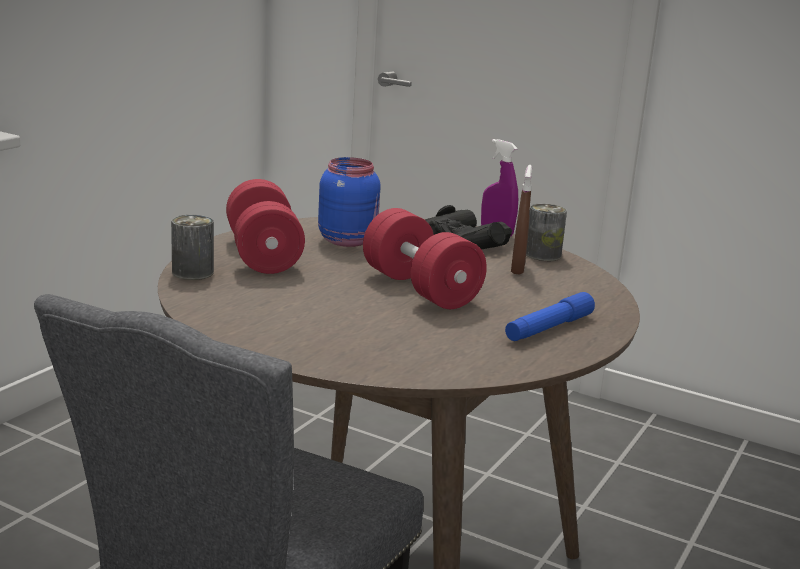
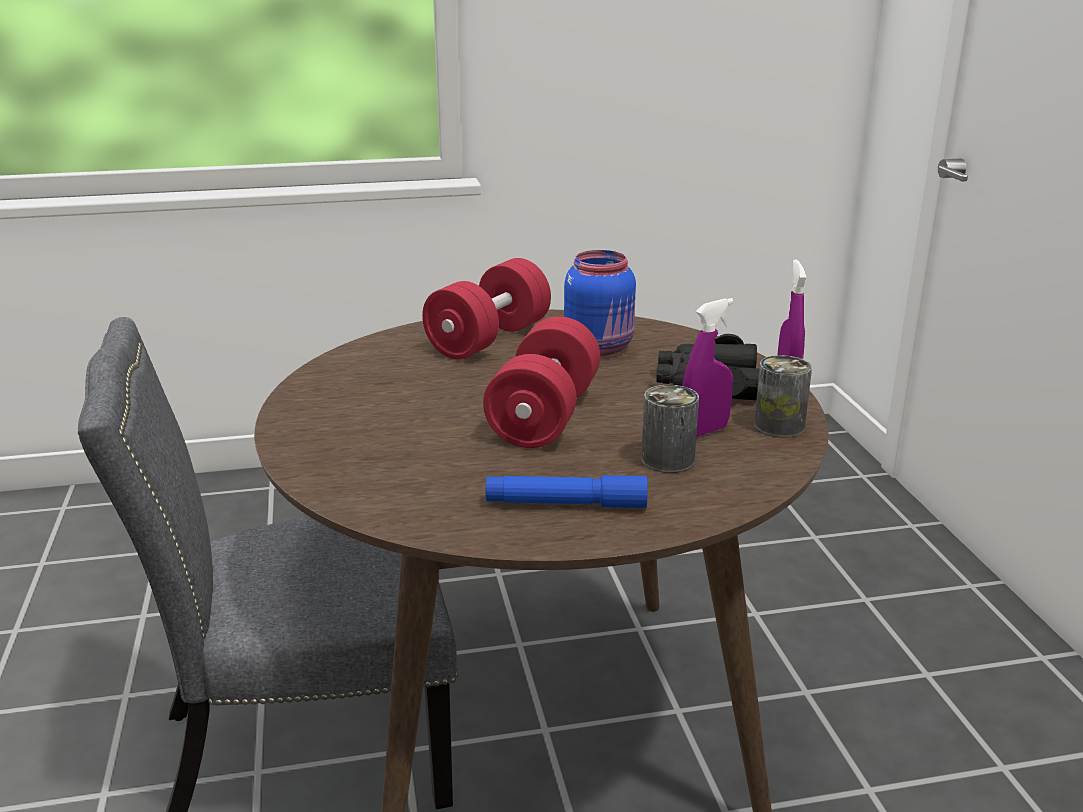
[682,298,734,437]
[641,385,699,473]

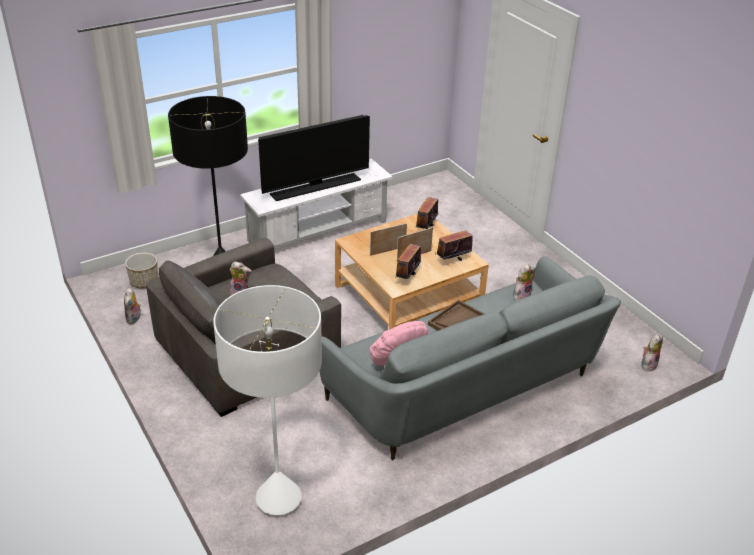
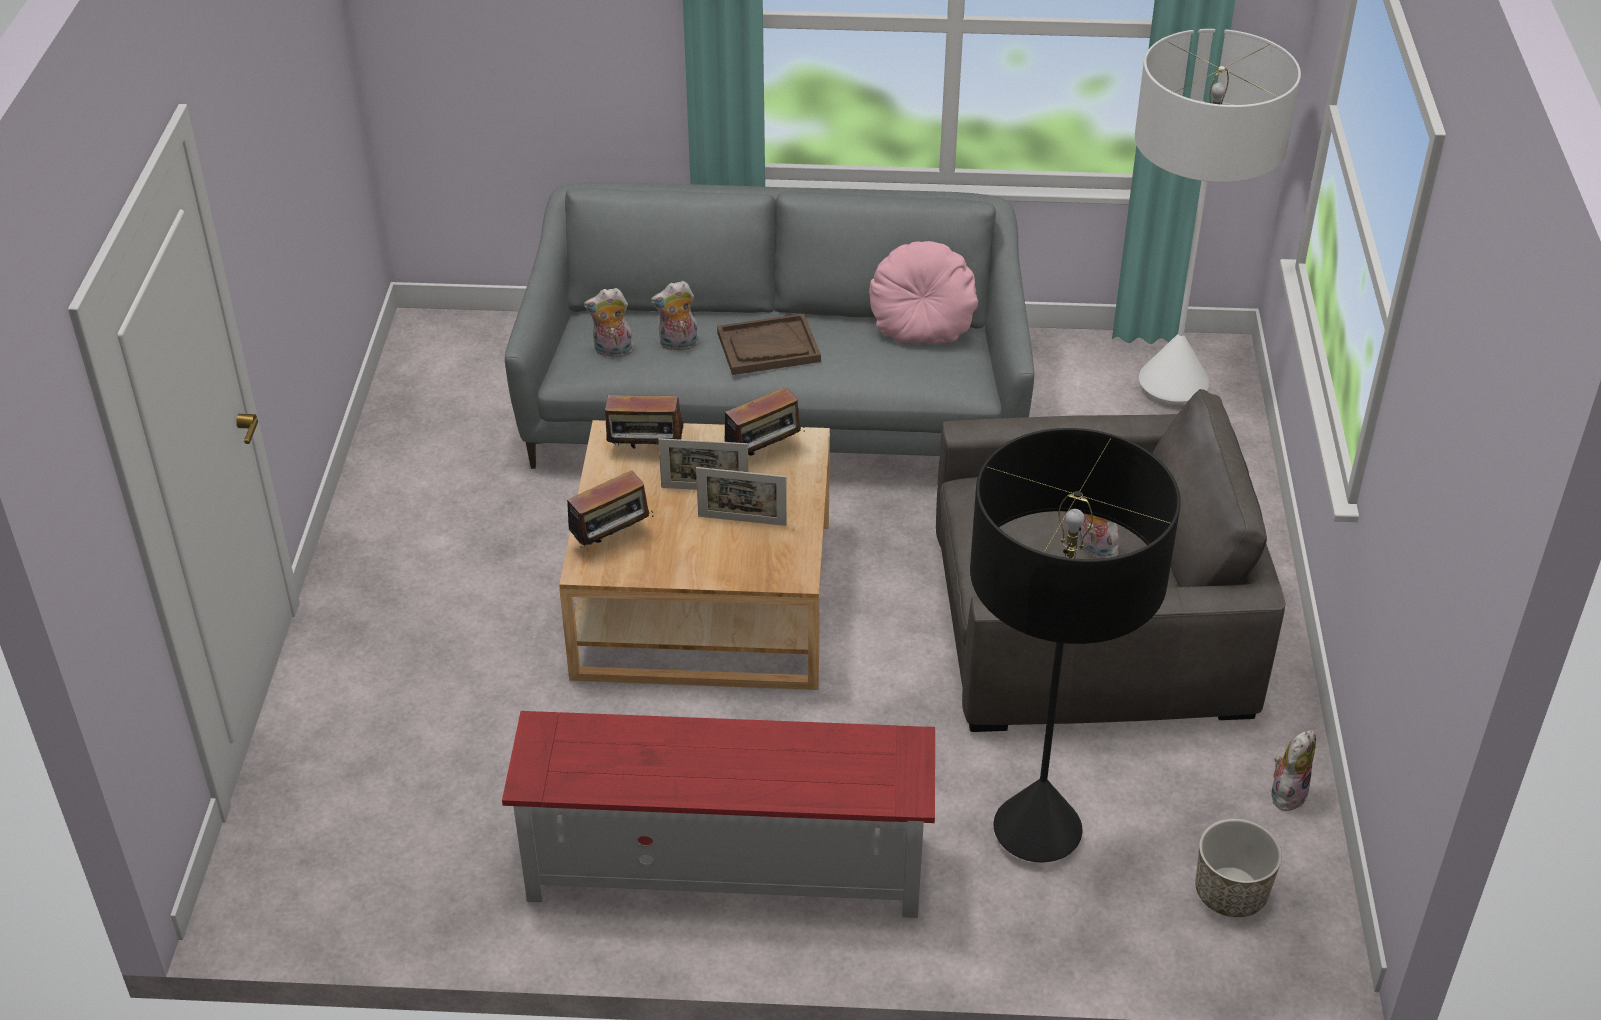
[258,115,370,201] (first image)
[502,711,935,918]
[651,281,698,351]

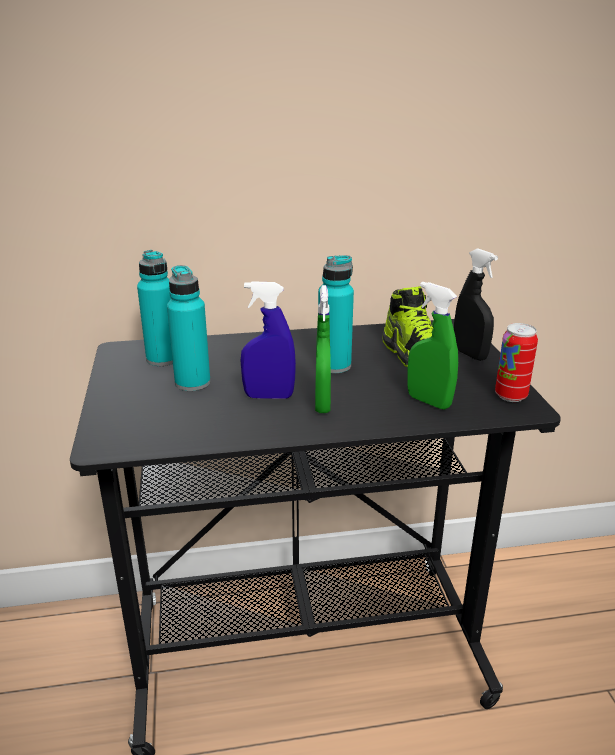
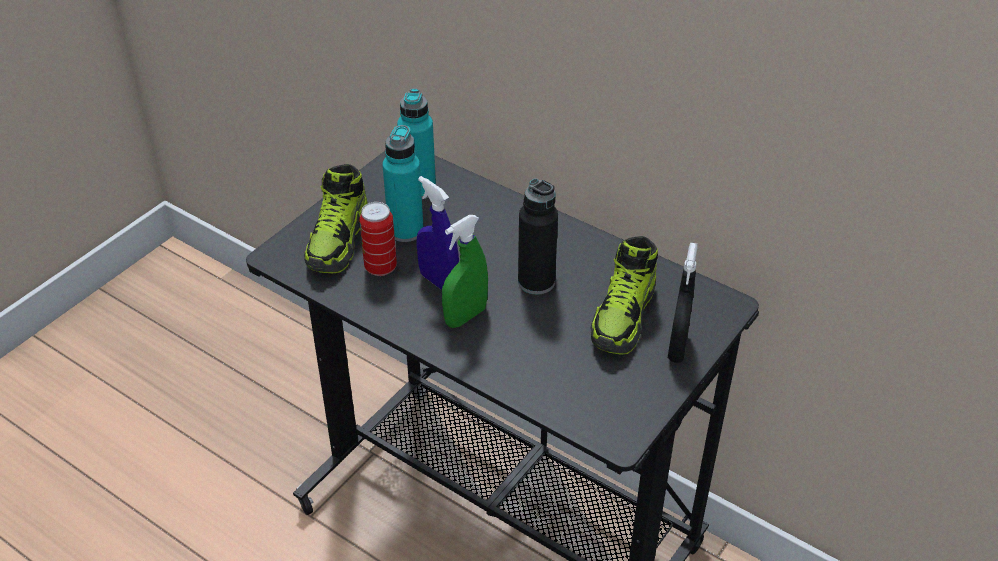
[518,178,558,295]
[408,282,458,410] (first image)
[359,202,397,276]
[304,164,368,273]

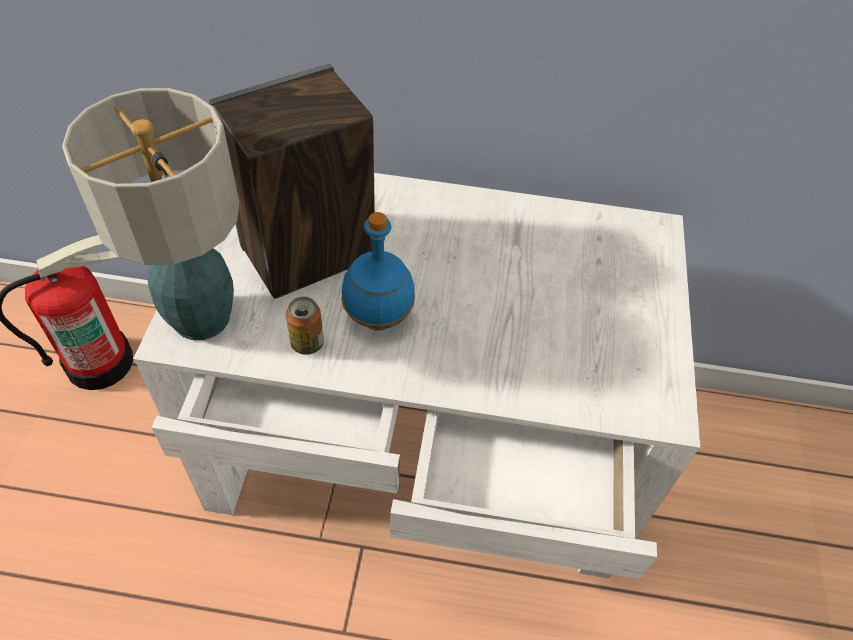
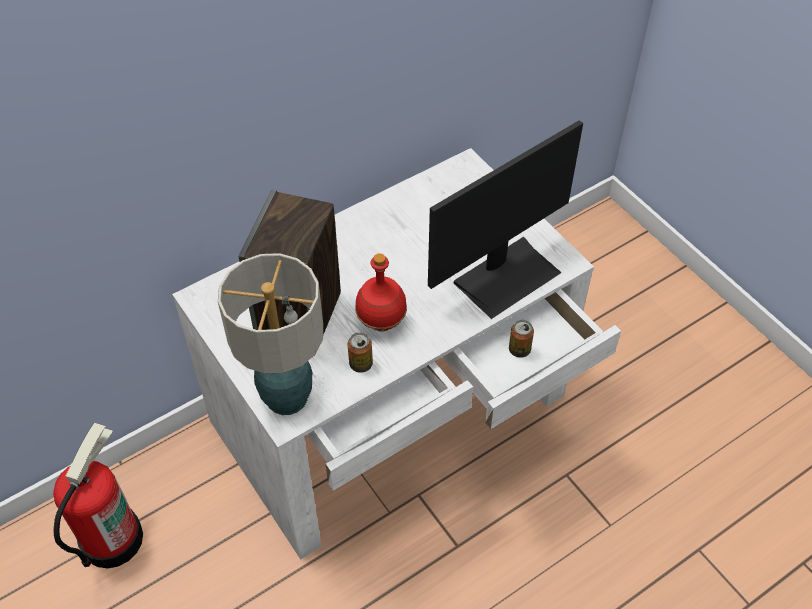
[355,253,407,332]
[428,120,583,319]
[509,320,534,358]

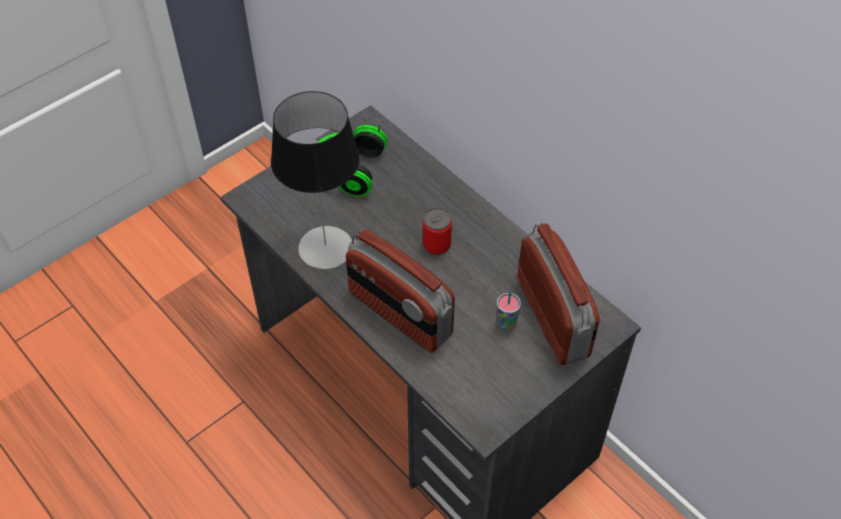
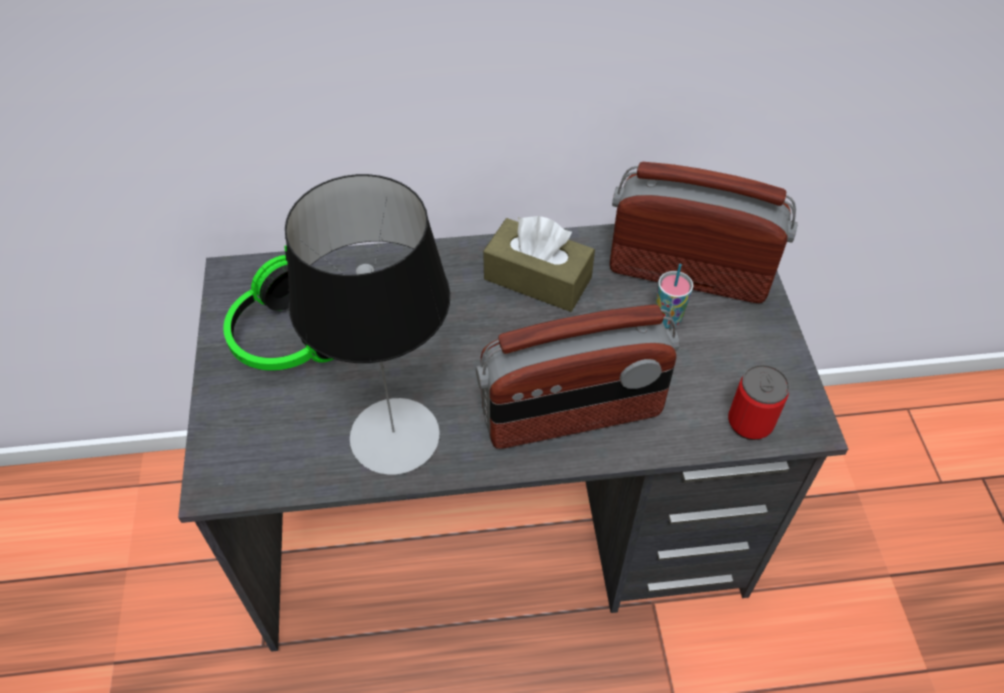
[728,365,789,440]
[483,216,595,312]

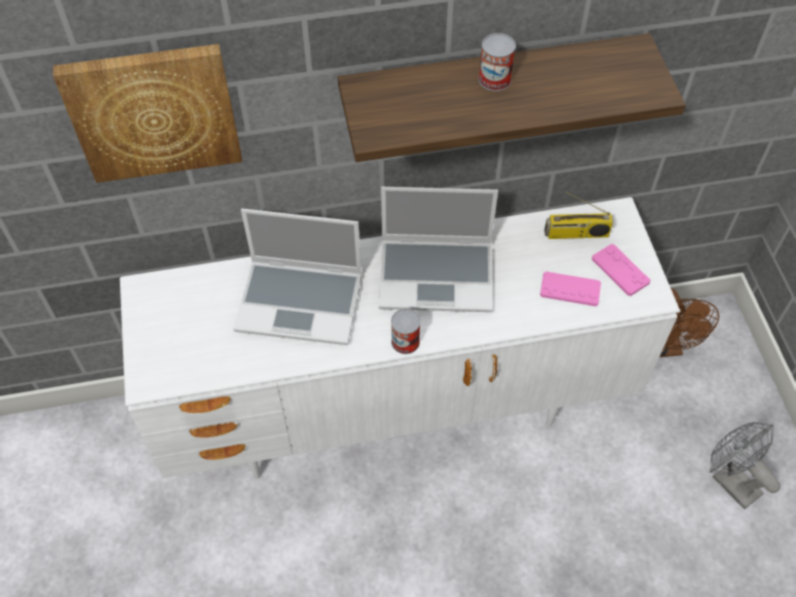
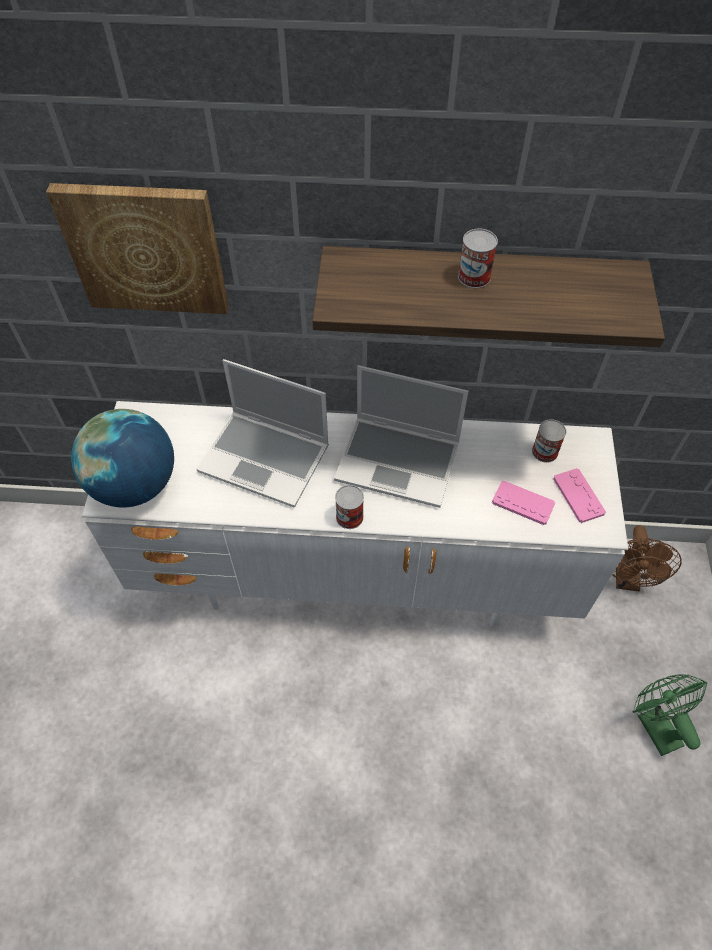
[532,419,566,463]
[633,674,707,756]
[71,409,174,507]

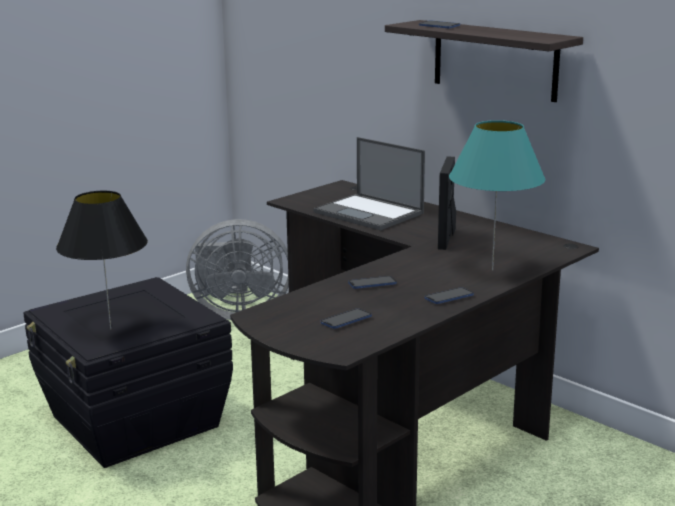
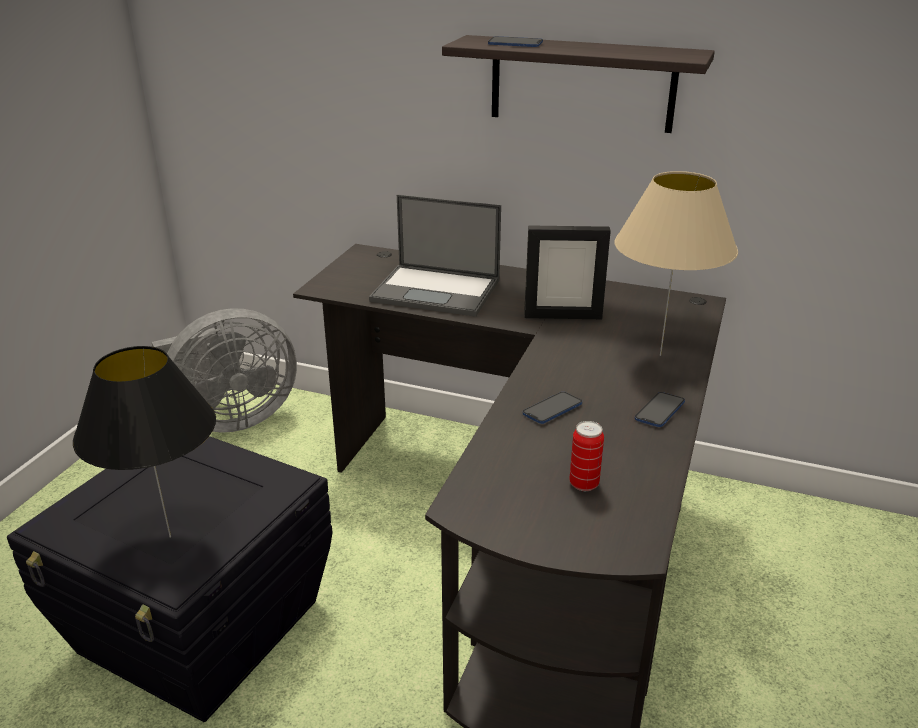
[615,171,738,356]
[524,225,611,319]
[569,421,604,491]

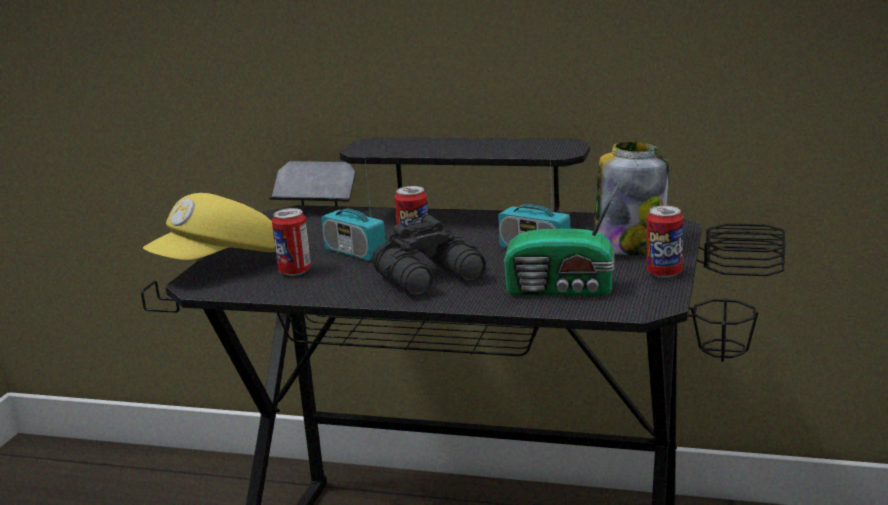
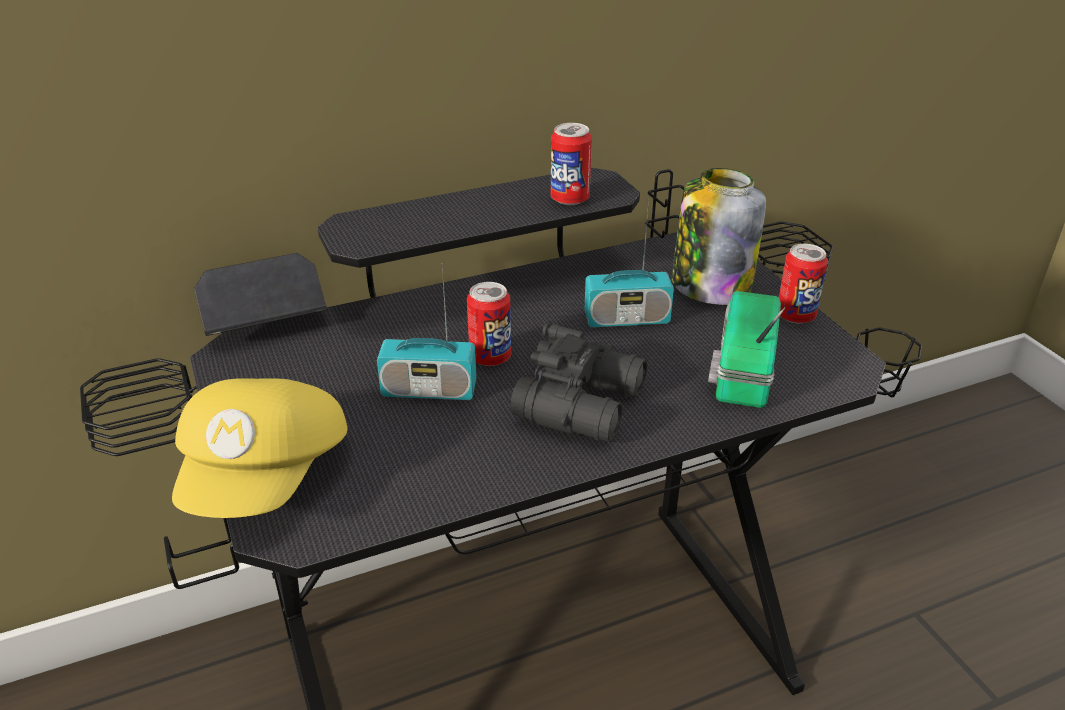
[708,291,786,408]
[551,123,592,205]

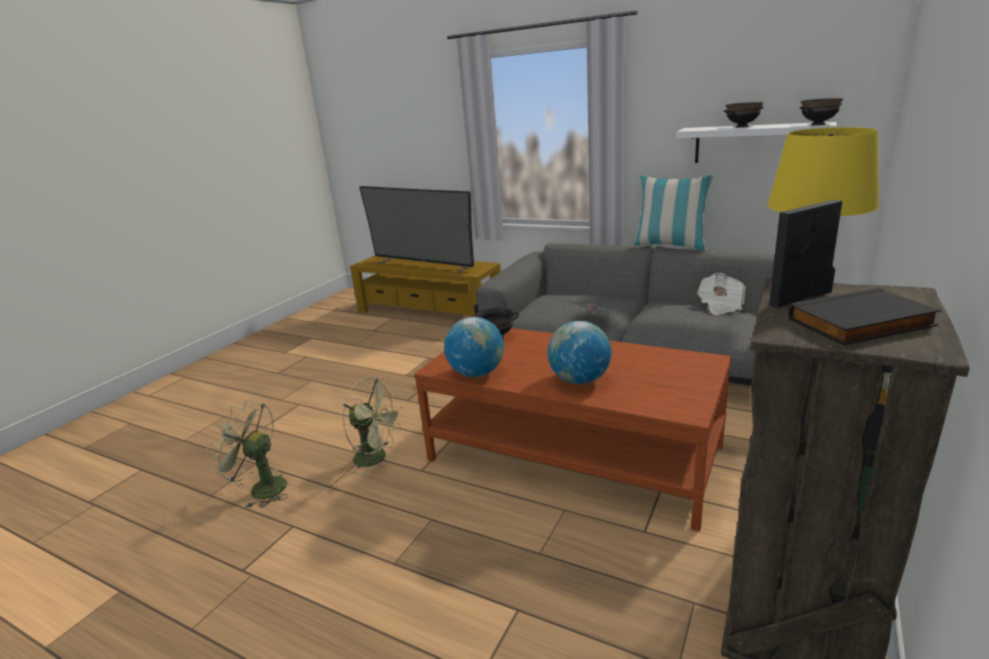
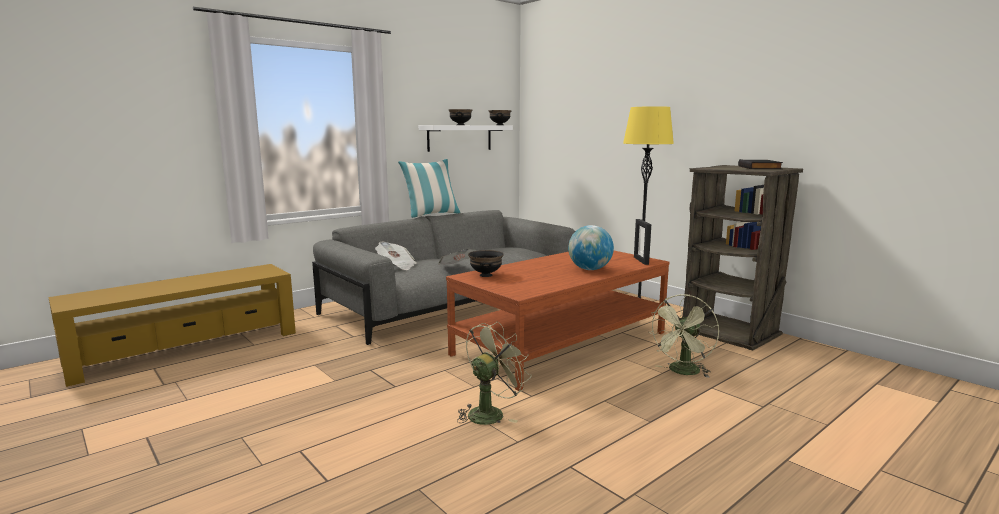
[359,186,474,274] (first image)
[634,219,651,265]
[375,242,417,270]
[444,317,504,377] (first image)
[649,294,719,377]

